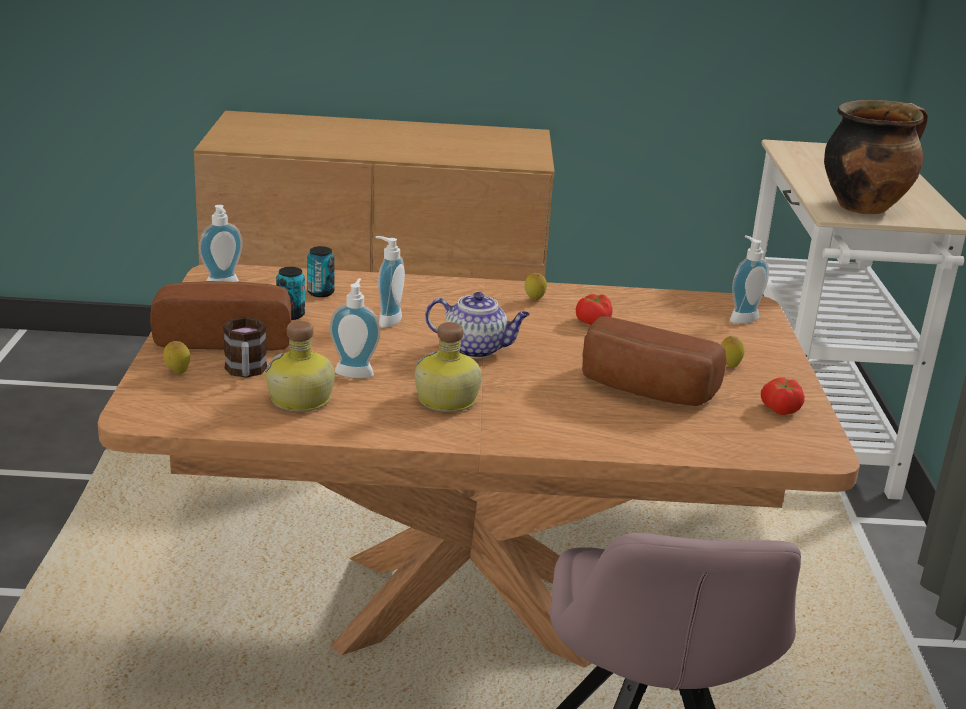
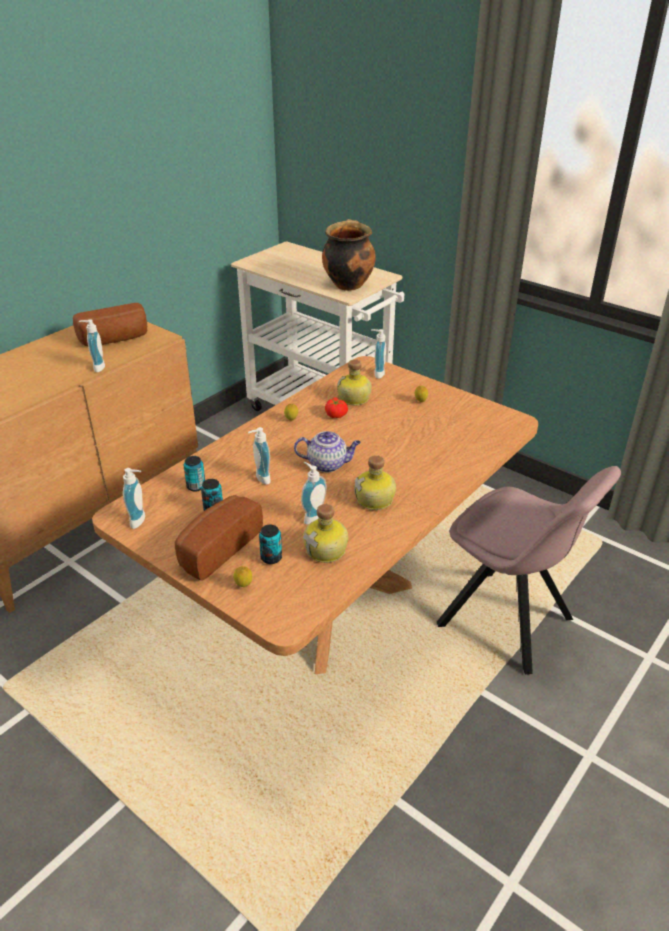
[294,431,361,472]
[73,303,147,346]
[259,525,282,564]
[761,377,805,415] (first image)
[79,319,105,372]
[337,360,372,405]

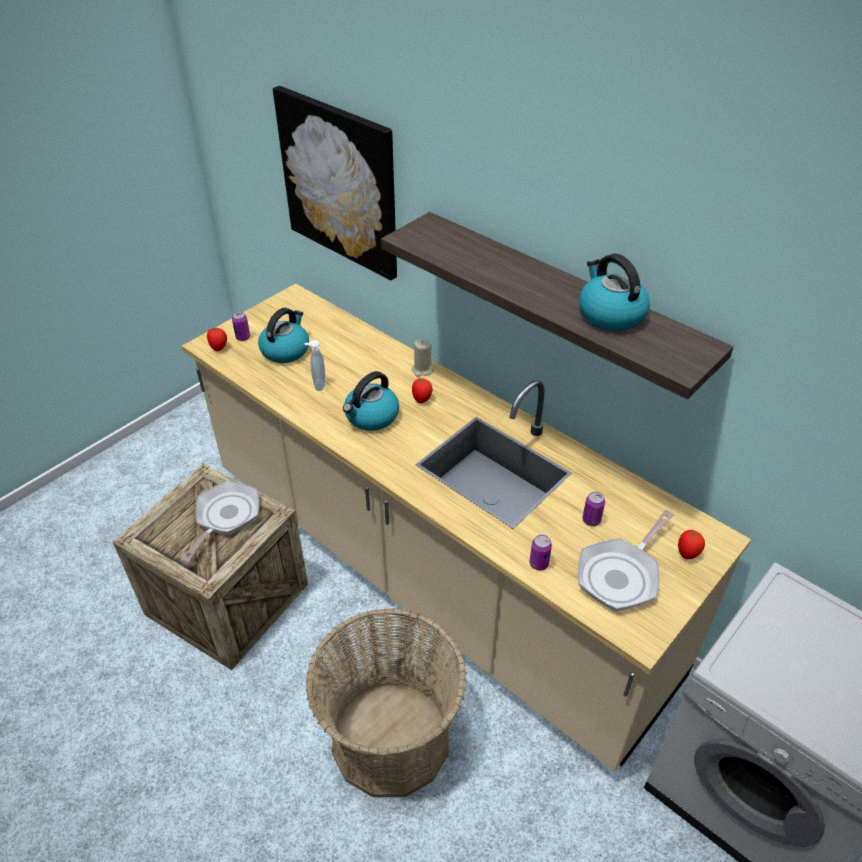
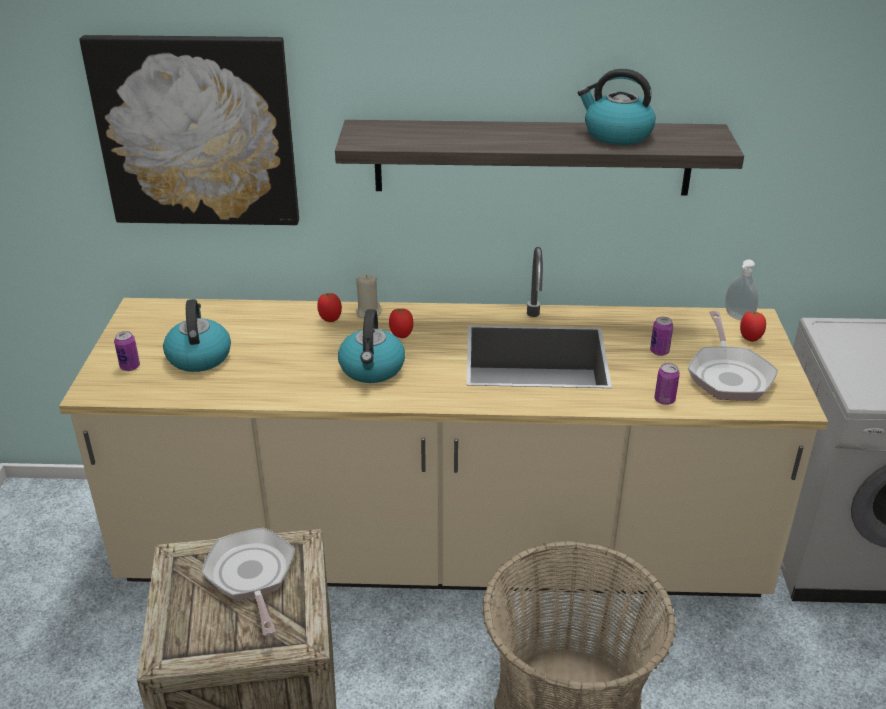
[317,293,342,322]
[725,260,758,321]

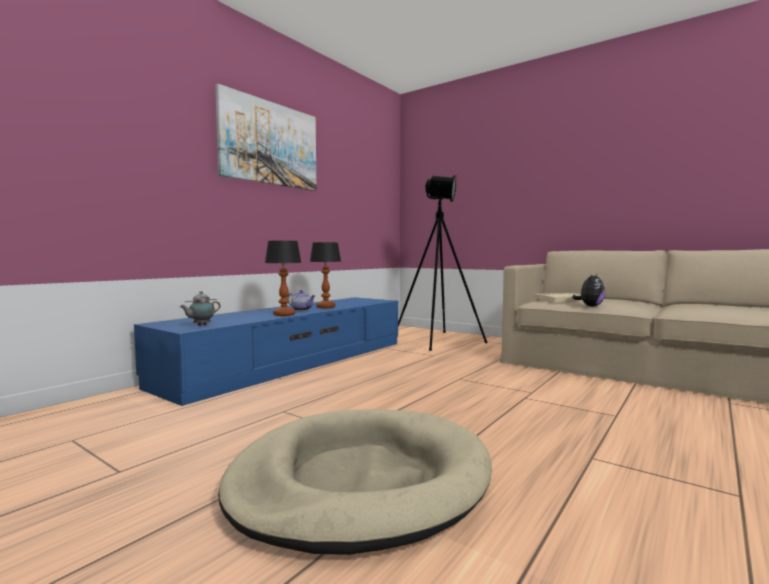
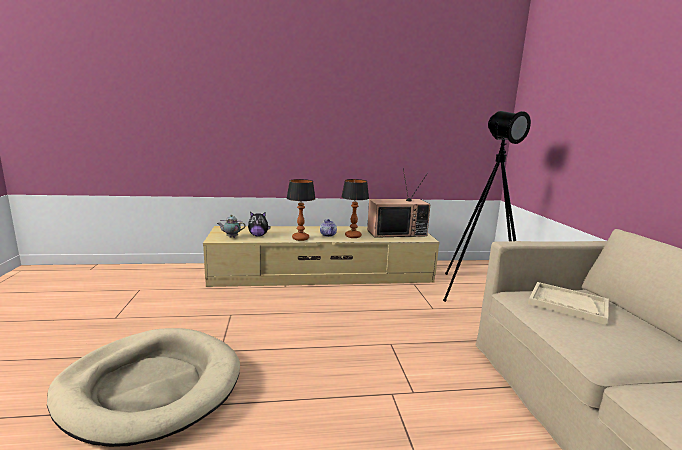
[215,84,317,191] (first image)
[248,212,271,236]
[203,226,440,287]
[367,168,430,238]

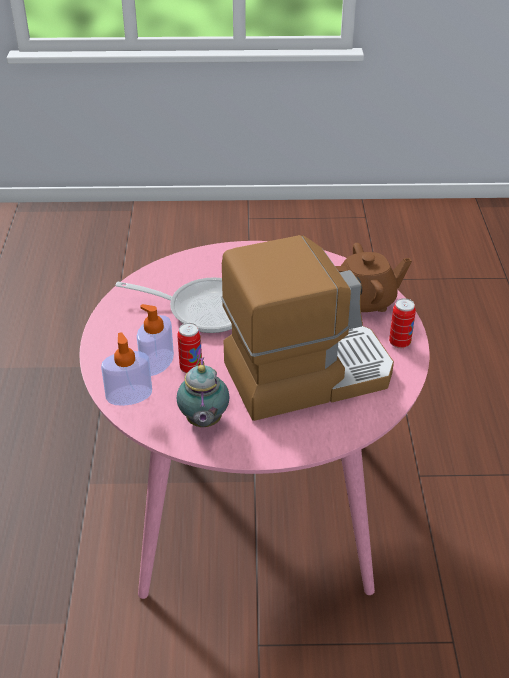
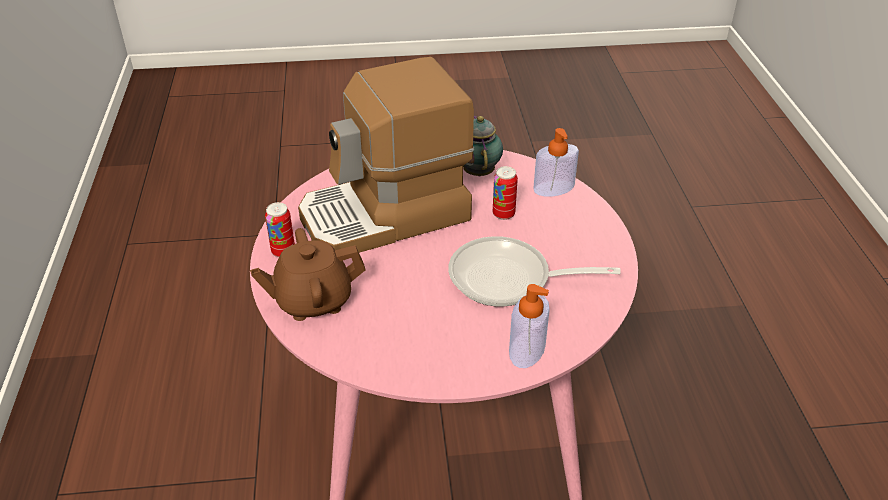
[509,284,550,368]

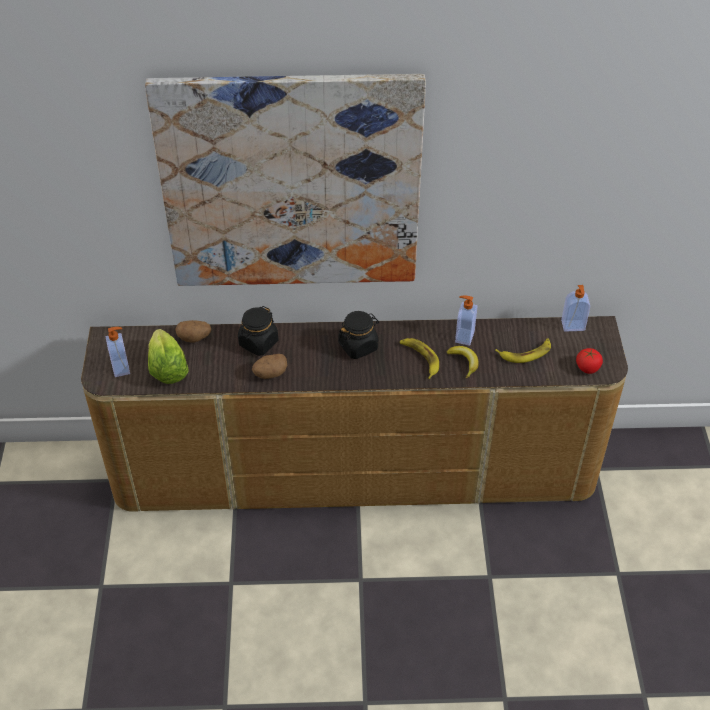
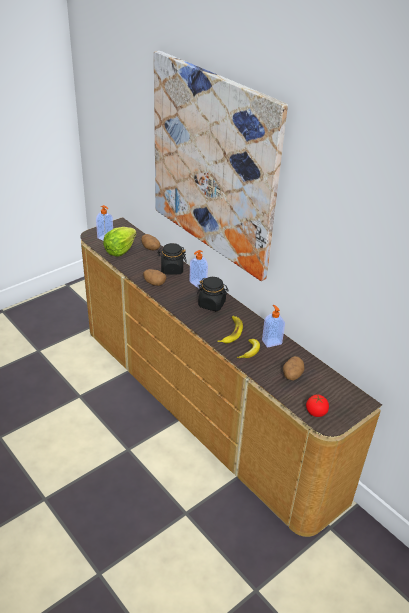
[189,250,208,288]
[283,356,305,381]

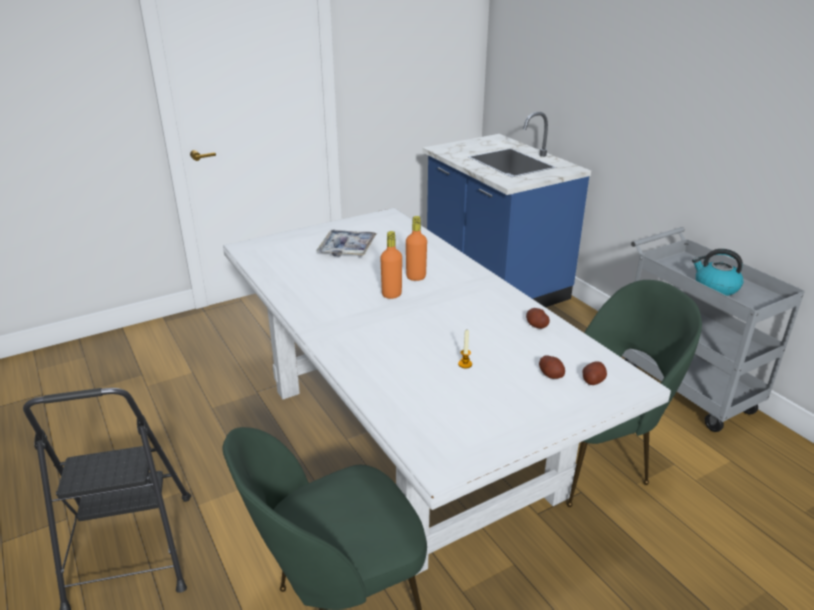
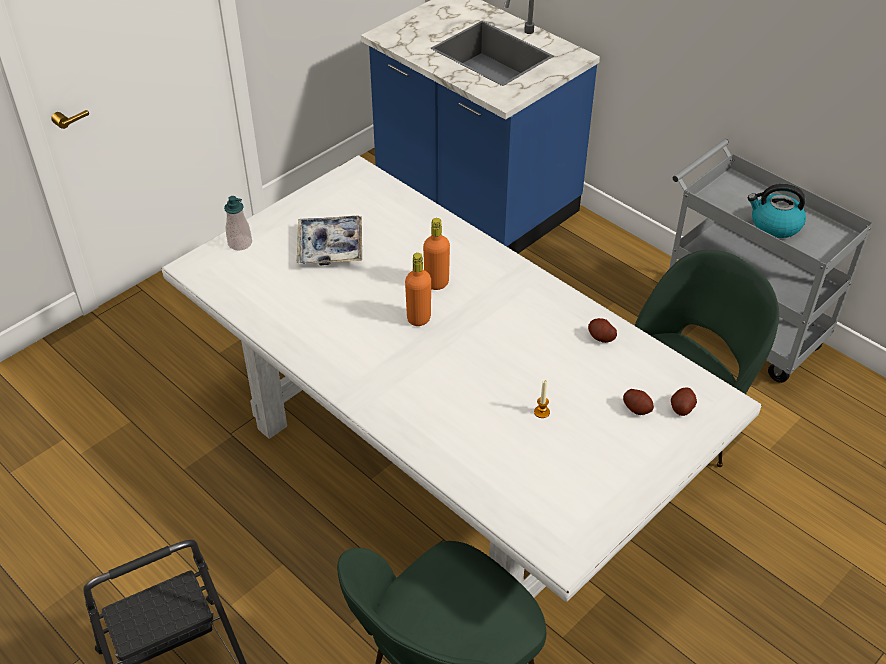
[224,196,252,251]

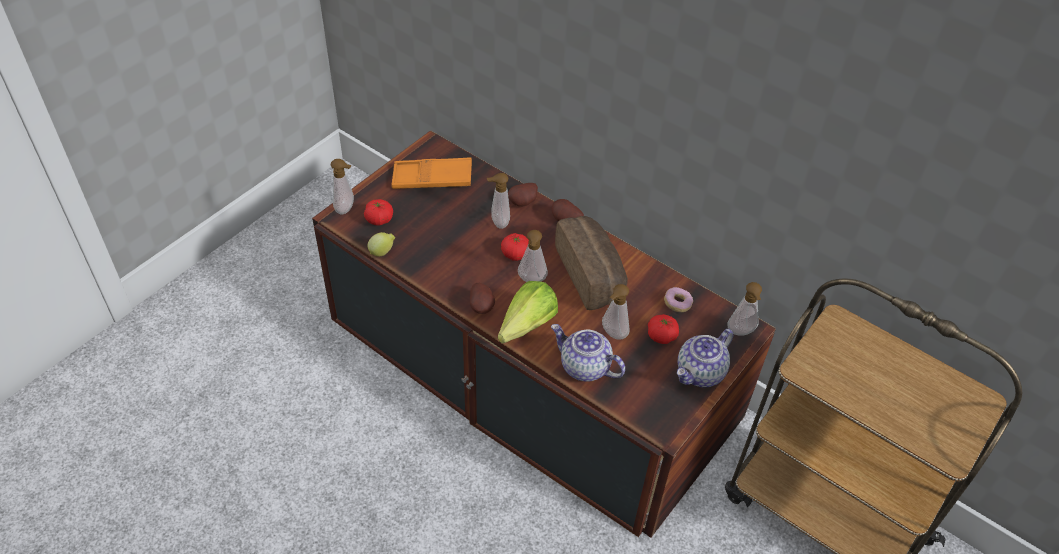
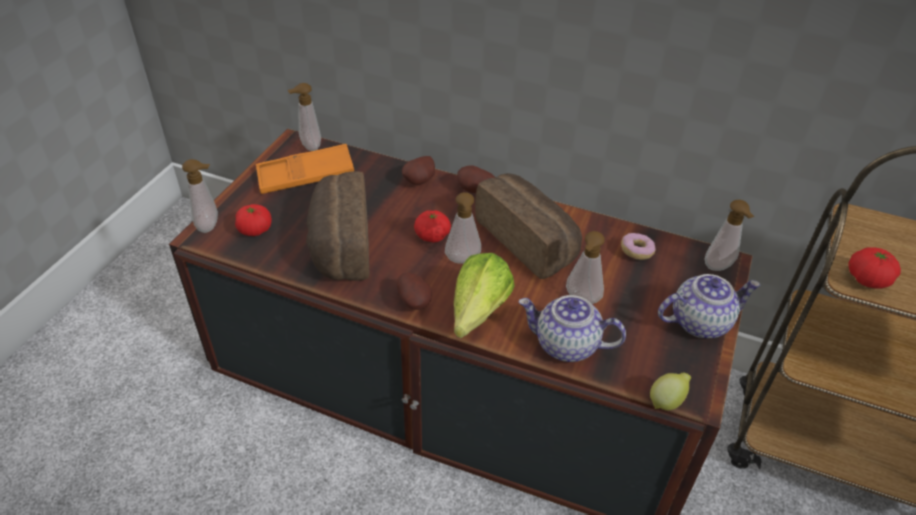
[288,83,321,151]
[650,372,691,410]
[848,247,901,288]
[658,274,760,338]
[306,171,369,281]

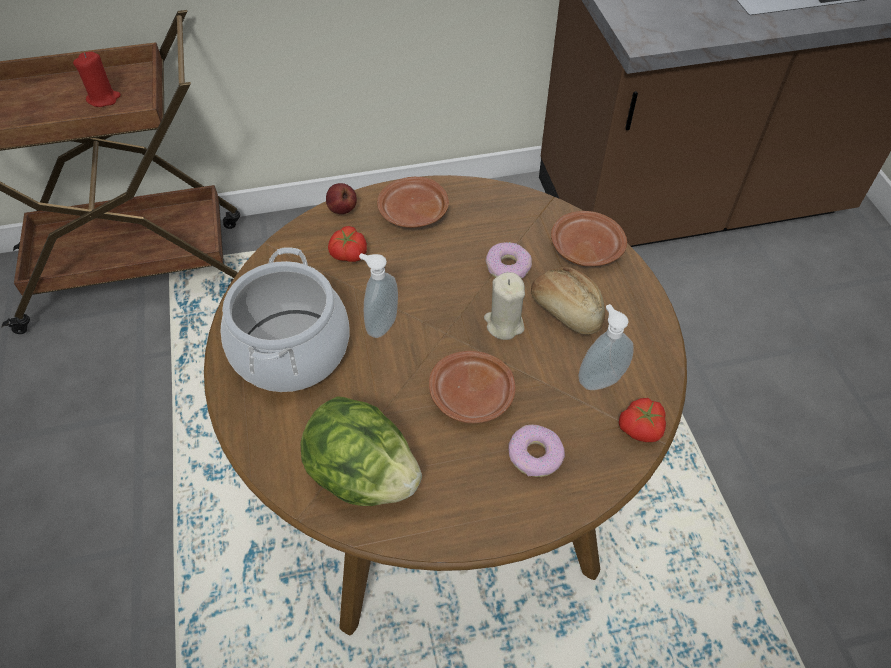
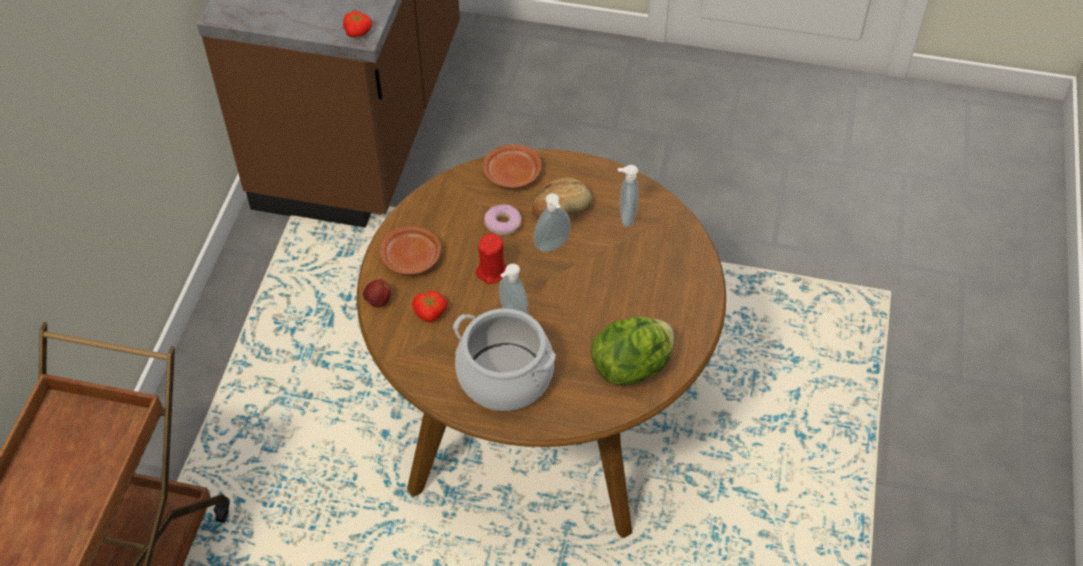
[476,233,506,284]
[534,193,571,252]
[429,351,515,423] (first image)
[343,11,372,38]
[508,424,565,477] (first image)

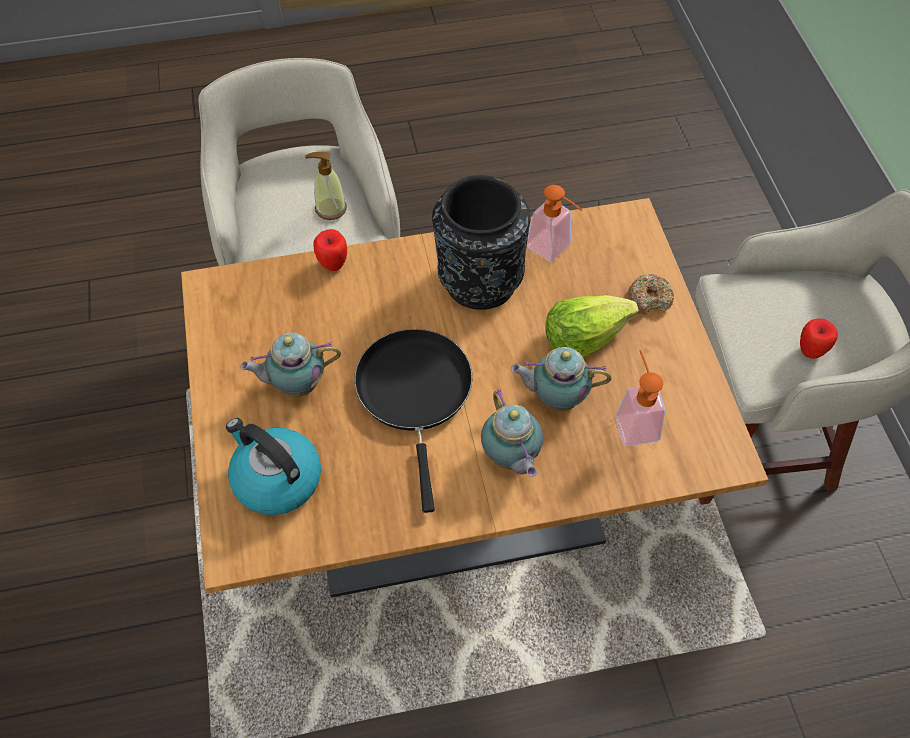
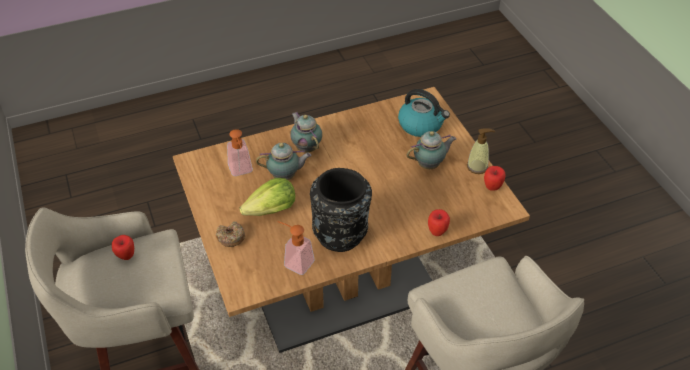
[467,128,495,174]
[354,329,472,513] (first image)
[484,166,505,191]

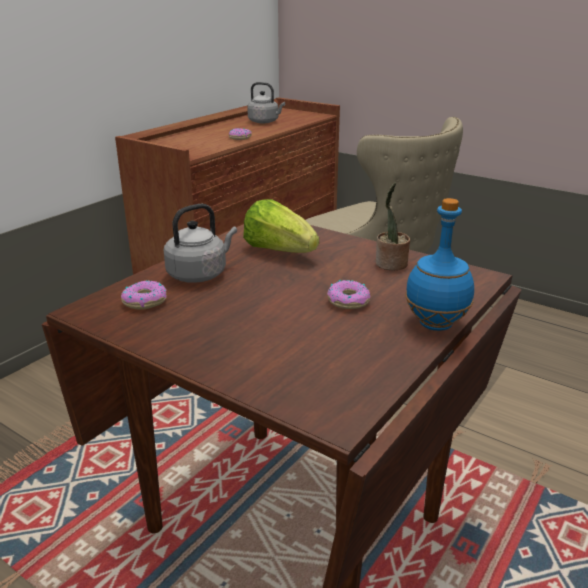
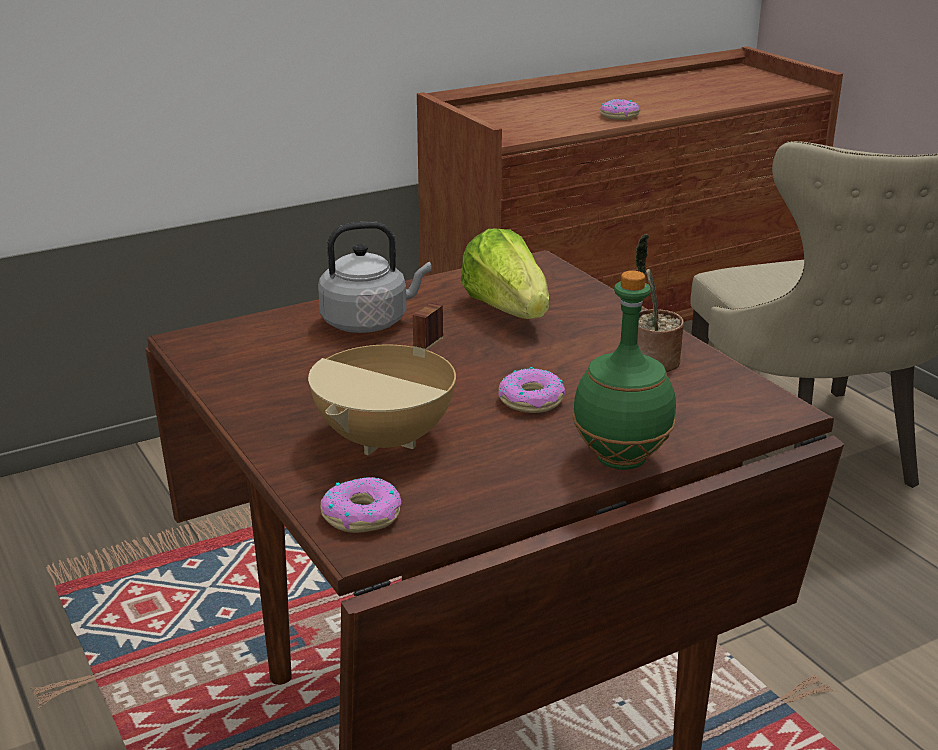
[247,82,285,123] (first image)
[572,271,676,470]
[320,477,401,533]
[308,303,456,455]

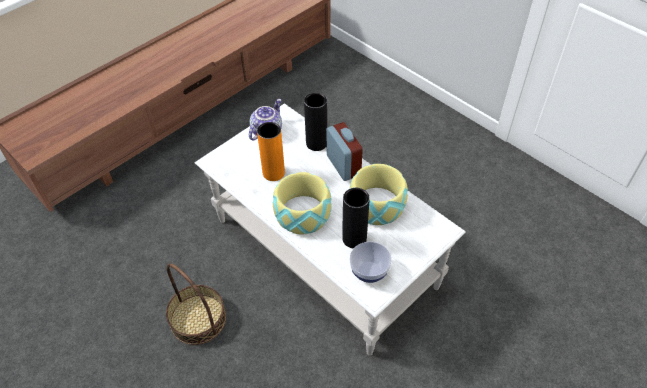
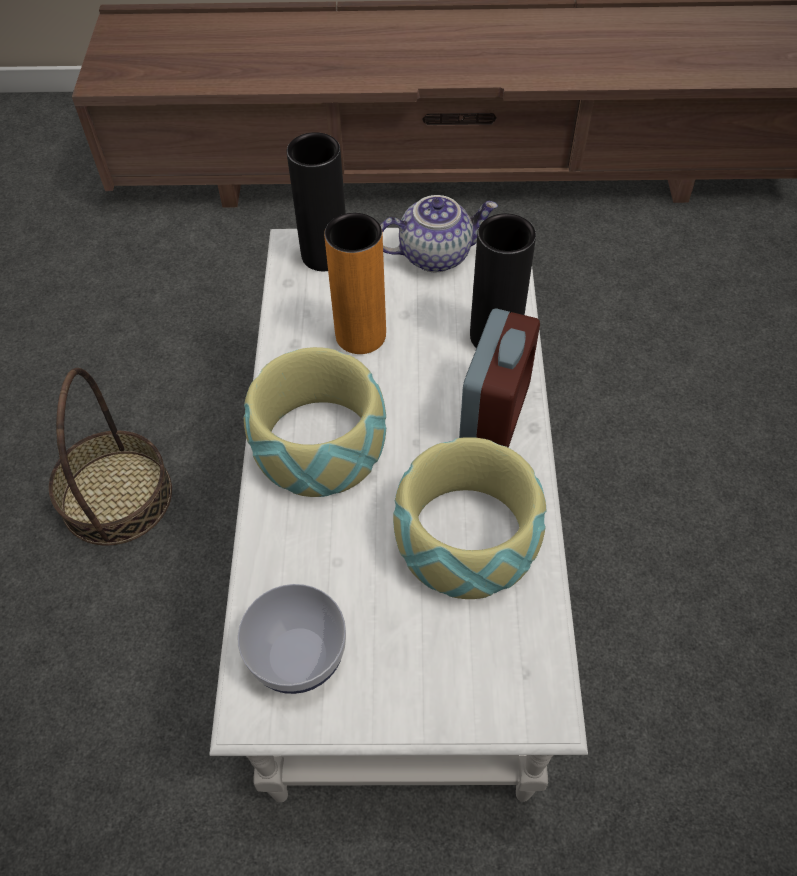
[287,132,346,271]

